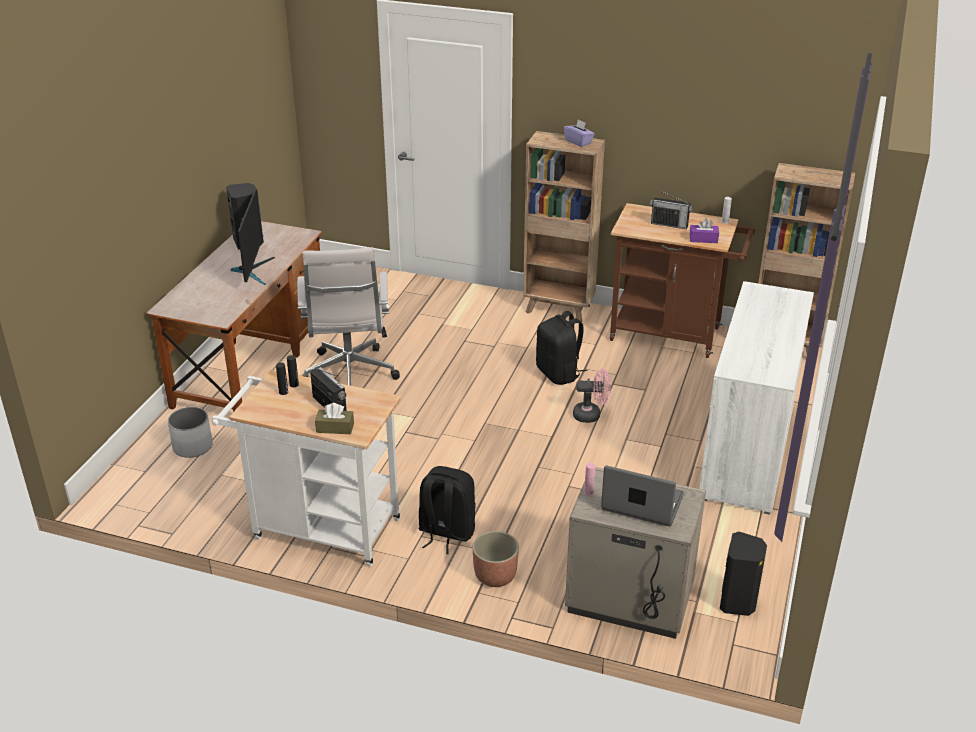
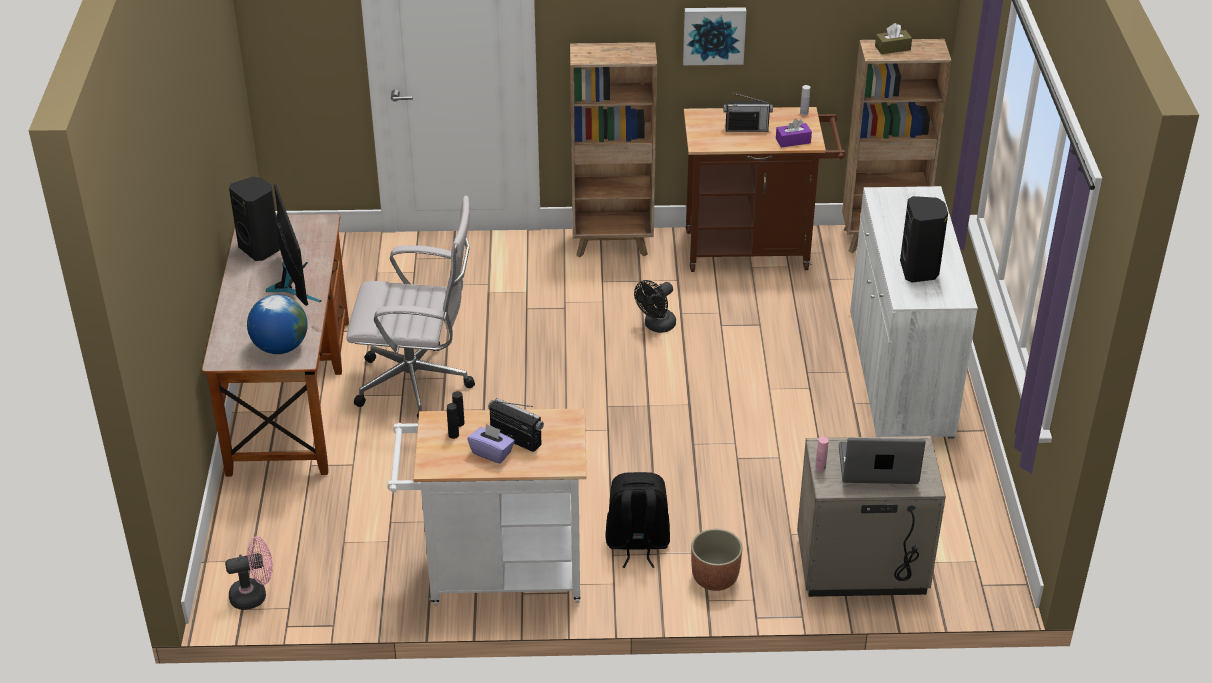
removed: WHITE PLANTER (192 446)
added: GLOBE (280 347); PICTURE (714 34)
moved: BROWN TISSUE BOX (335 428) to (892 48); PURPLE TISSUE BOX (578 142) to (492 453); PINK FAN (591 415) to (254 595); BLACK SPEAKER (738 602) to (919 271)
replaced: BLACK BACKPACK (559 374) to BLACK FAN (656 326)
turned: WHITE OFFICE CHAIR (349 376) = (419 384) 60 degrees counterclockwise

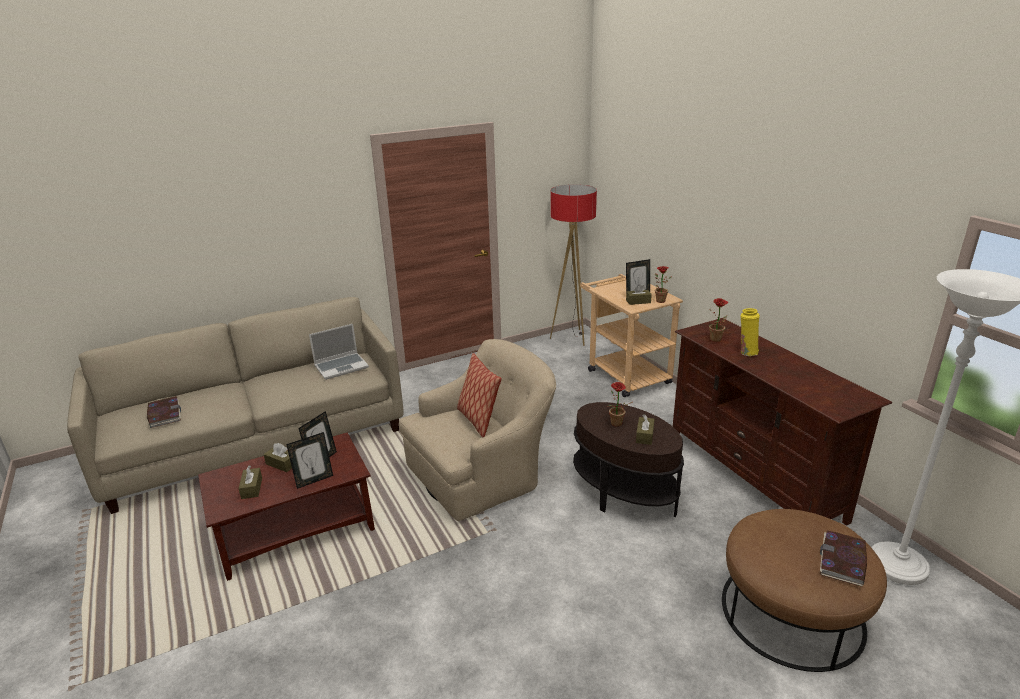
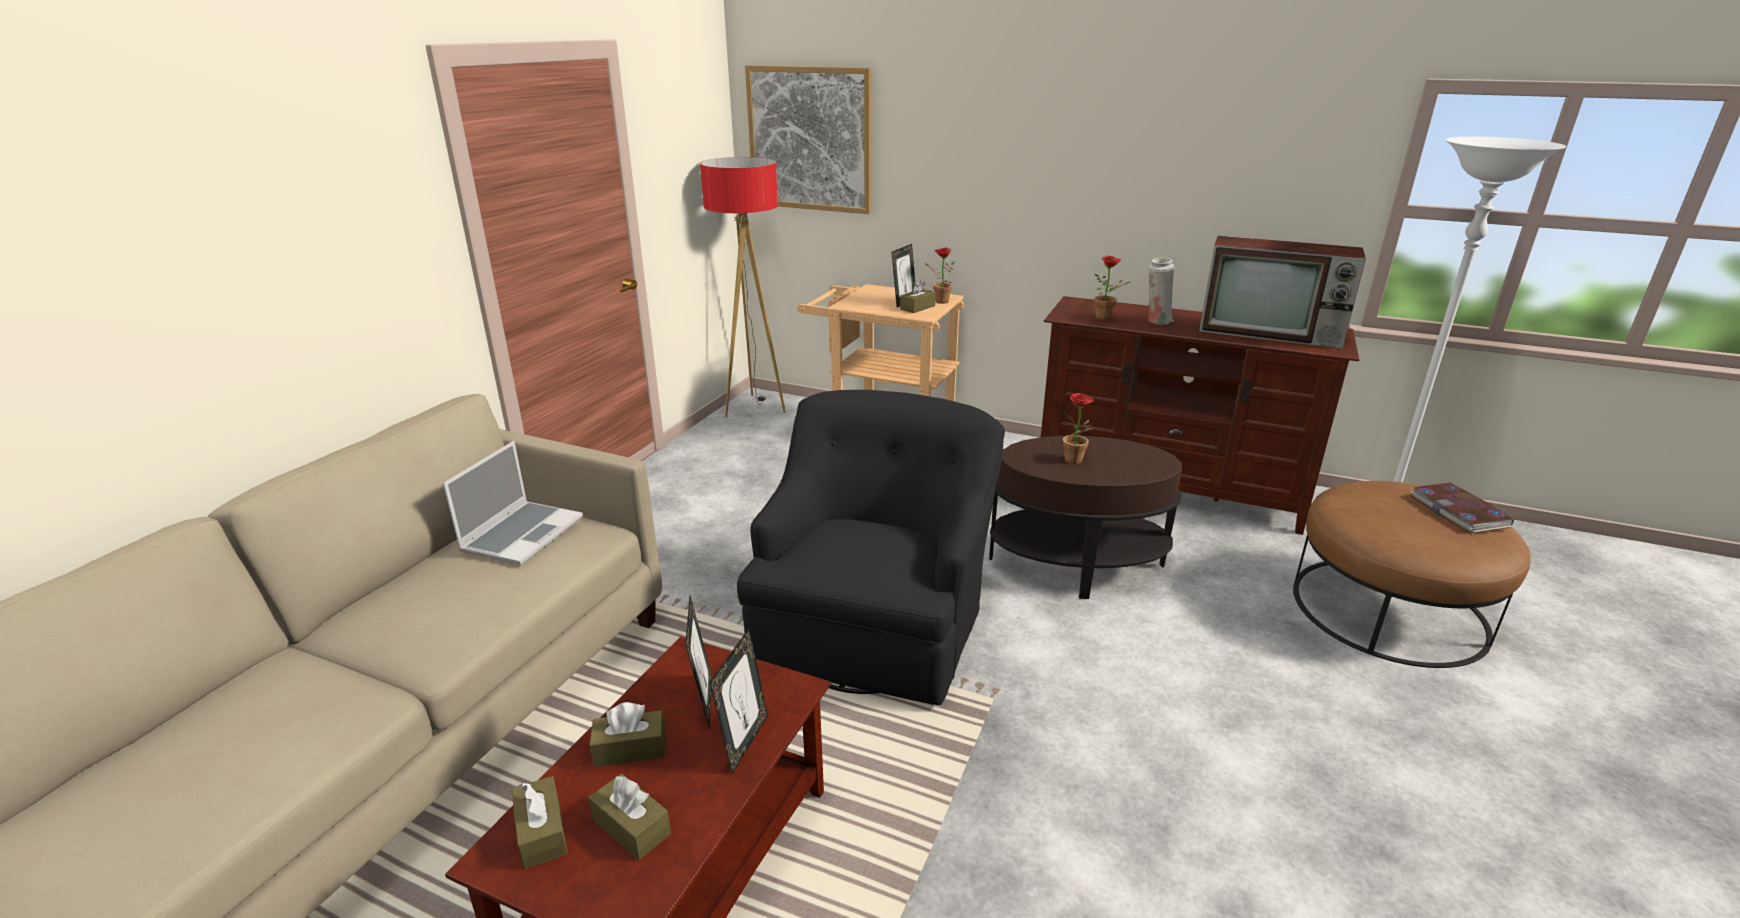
removed: BOOK (164 414); PILLOW (478 420)
added: PICTURE (810 139); TELEVISION (1272 333)
moved: BROWN TISSUE BOX (644 436) to (542 832)
recoloured: BEIGE ARMCHAIR (482 473) to BLACK ARMCHAIR (874 624); YELLOW VASE (747 352) to WHITE VASE (1156 321)

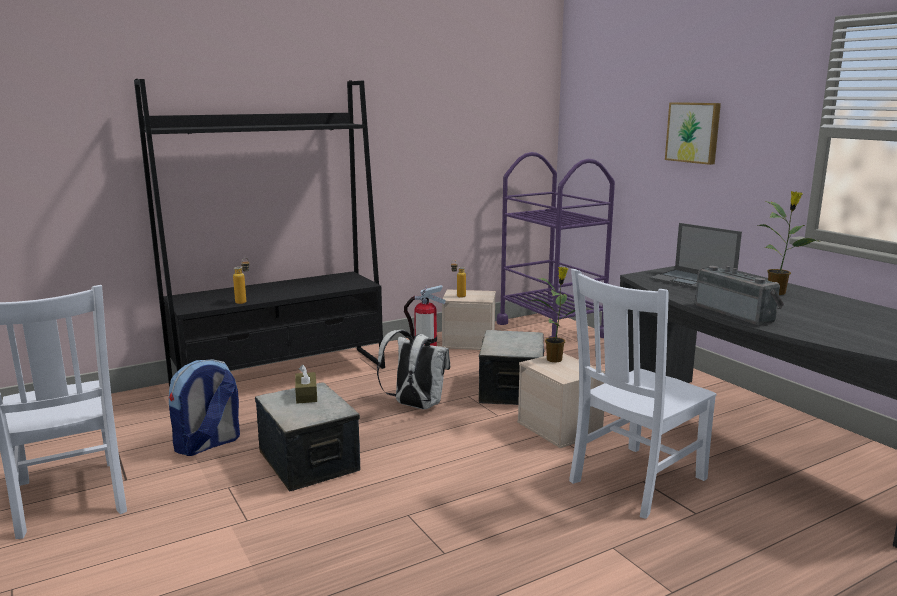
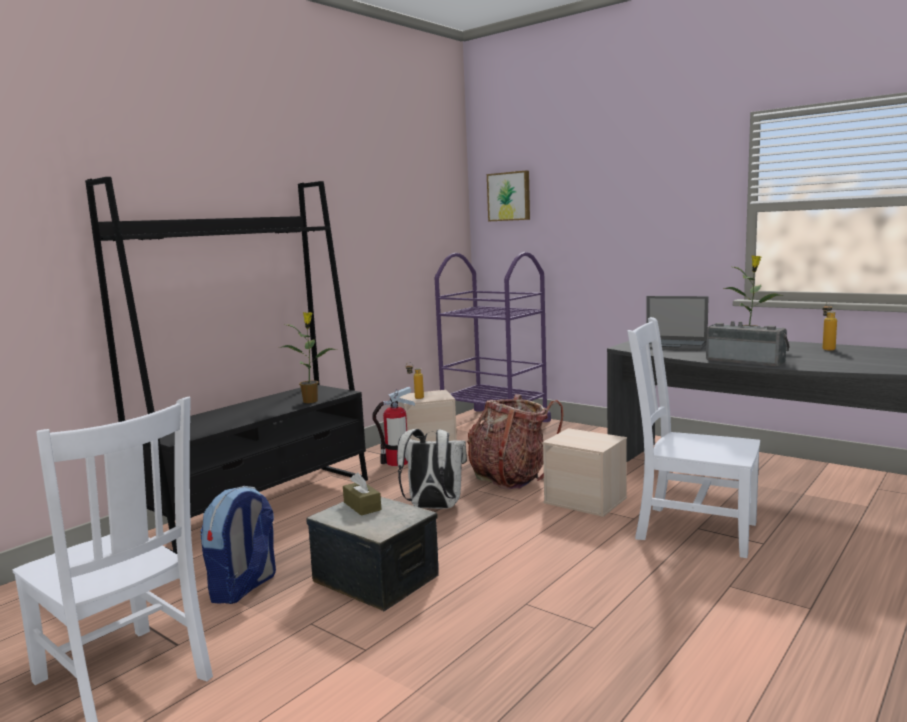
moved: BOTTLE (244 301) to (827 348); POTTED PLANT (555 359) to (311 401); PICTURE (694 132) to (509 196)
replaced: STORAGE BOX (512 390) to BACKPACK (511 477)
turned: WHITE CHAIR (634 481) = (691 530) 90 degrees clockwise

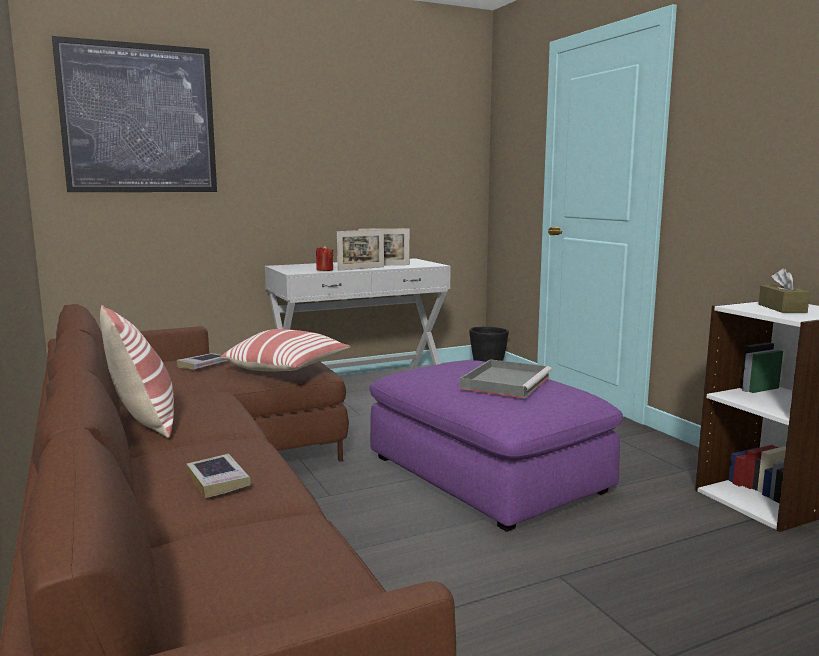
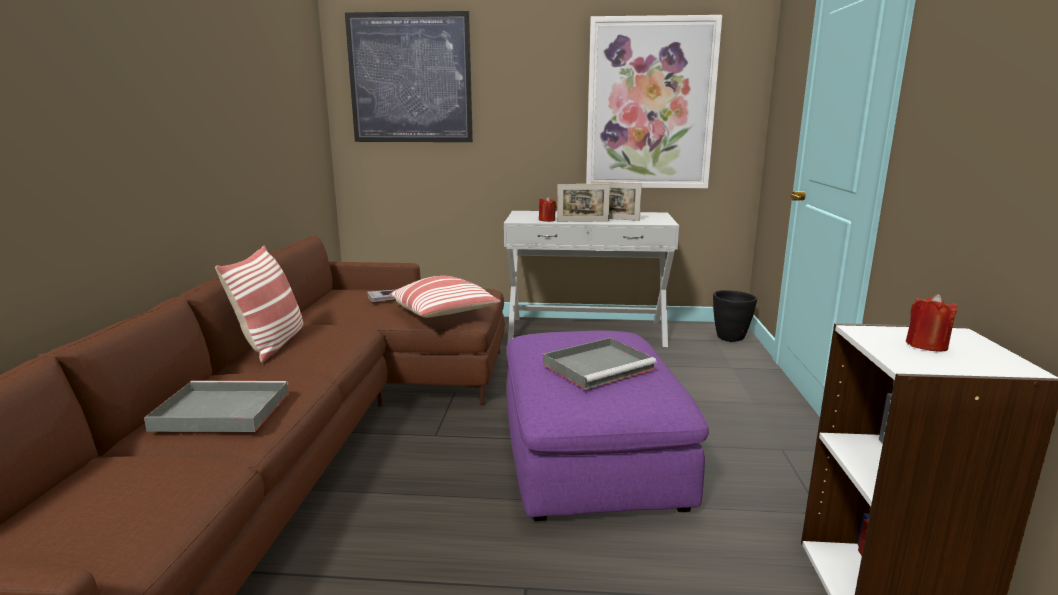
added: PICTURE (650 105)
replaced: BOOK (218 480) to GREY TRAY (219 411); BROWN TISSUE BOX (782 308) to RED CANDLE (926 345)

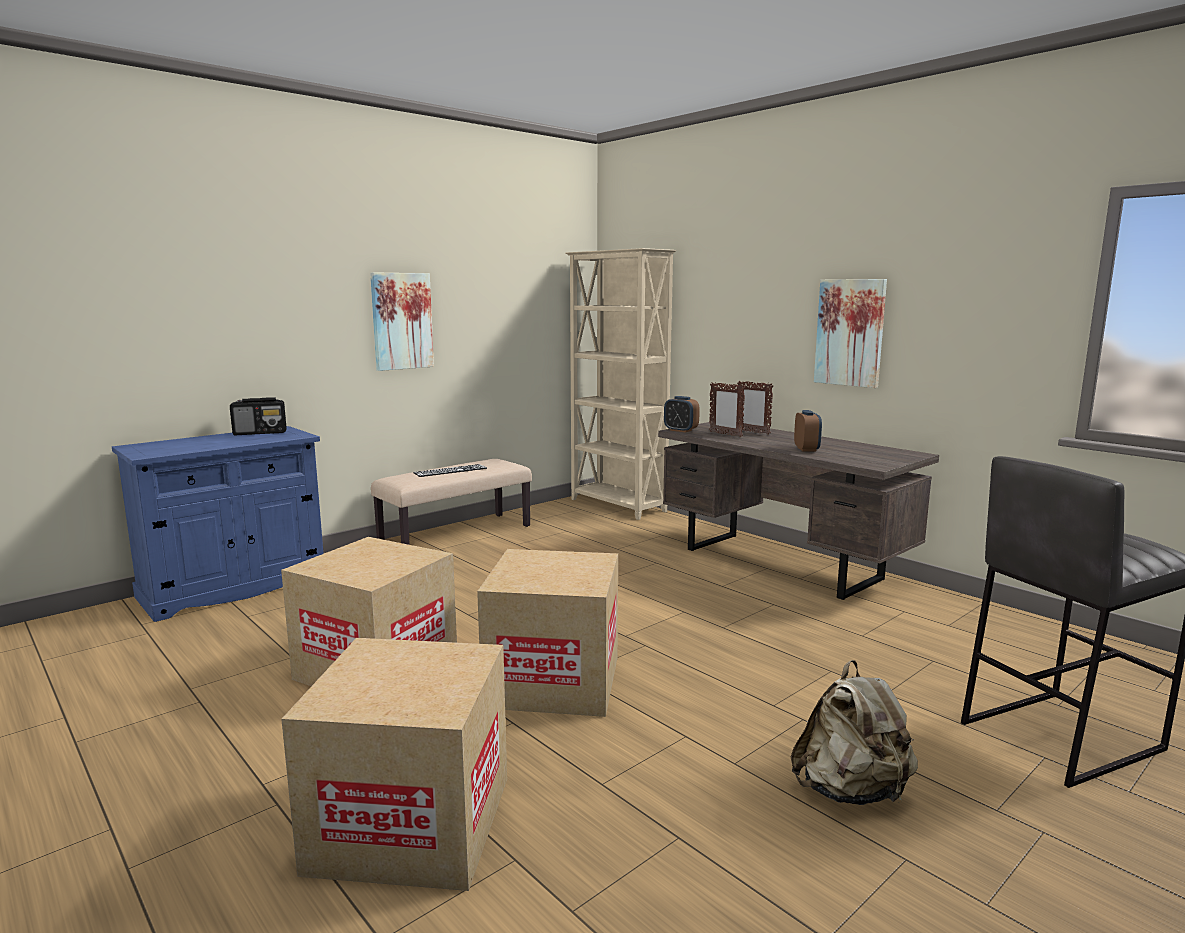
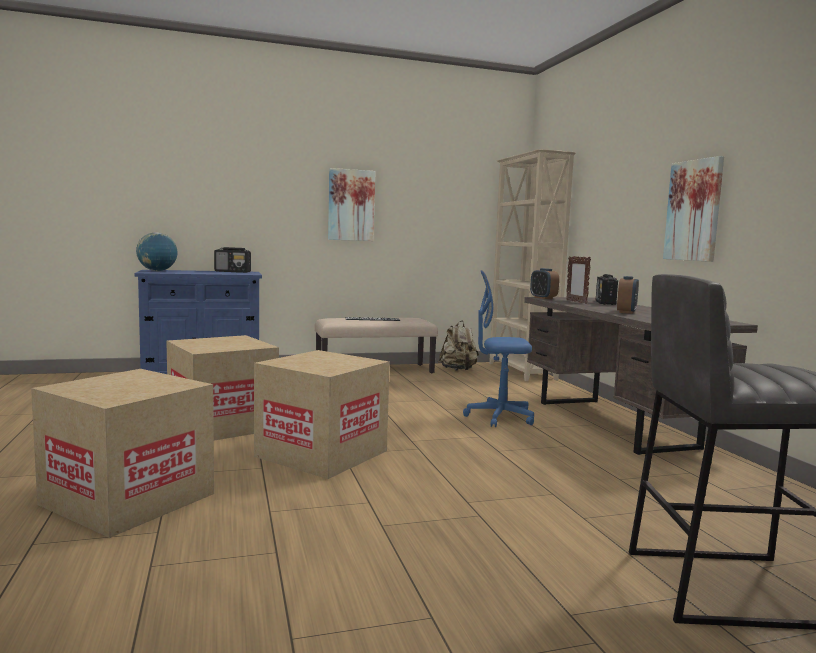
added: GLOBE (157 271); BLUE OFFICE CHAIR (499 417)
moved: BEIGE BACKPACK (851 791) to (458 370)
replaced: PICTURE FRAME (752 432) to RADIO (605 303)

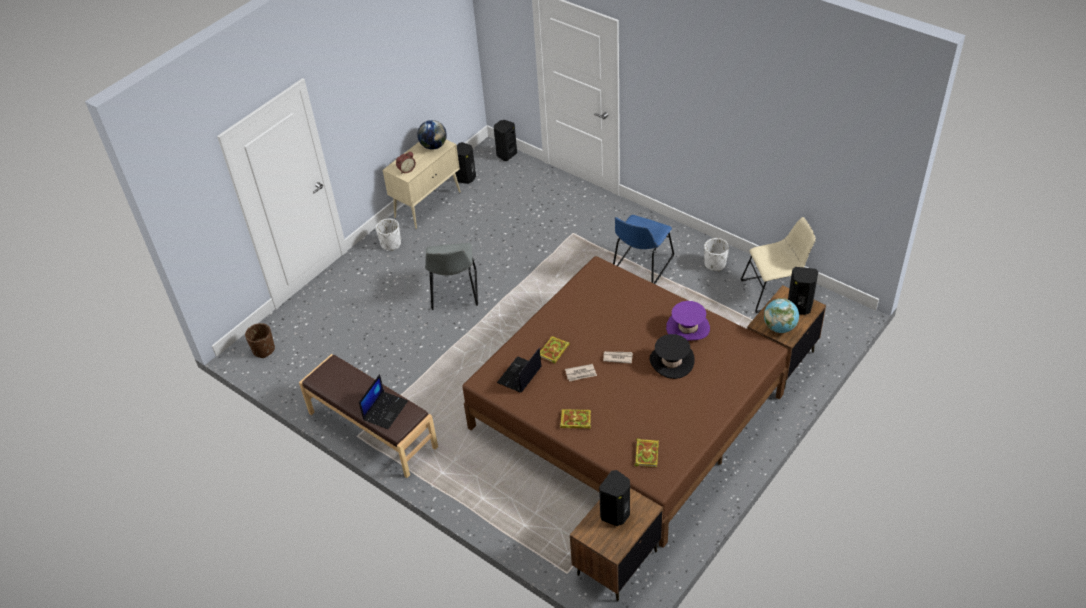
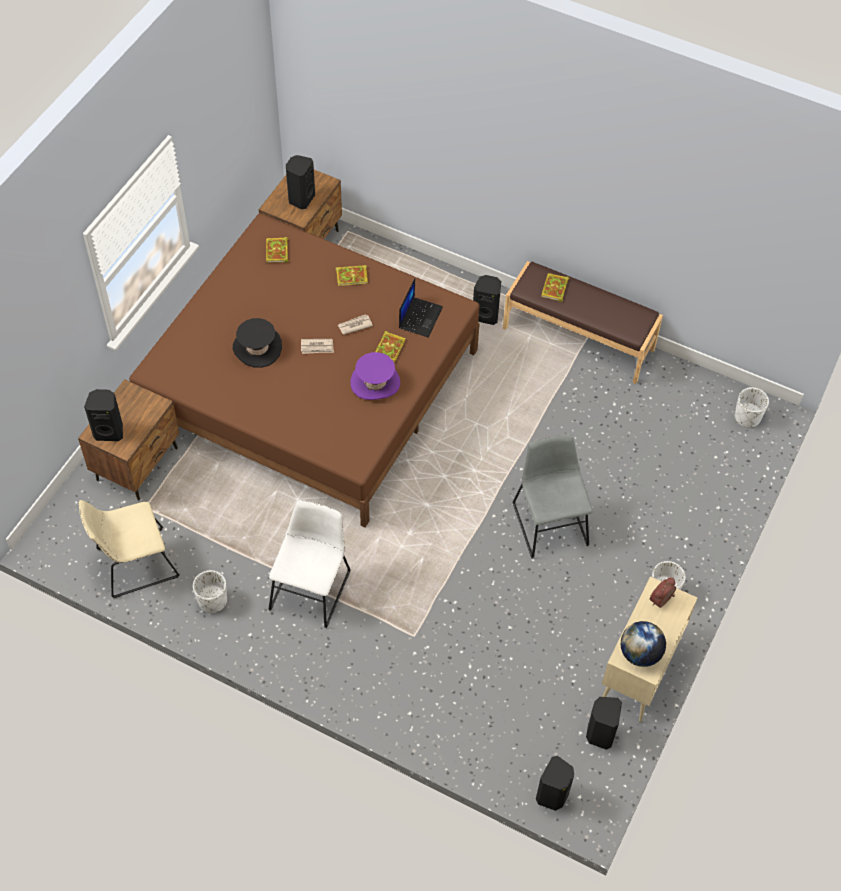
removed: GLOBE (779 327)
added: BLACK SPEAKER (486 315)
moved: PURPLE HAT (688 327) to (375 382)
replaced: LAPTOP (385 410) to BOOK (555 289)
recoloured: BROWN PLANTER (264 350) to WHITE PLANTER (747 417); BLUE CHAIR (641 266) to WHITE CHAIR (311 587)

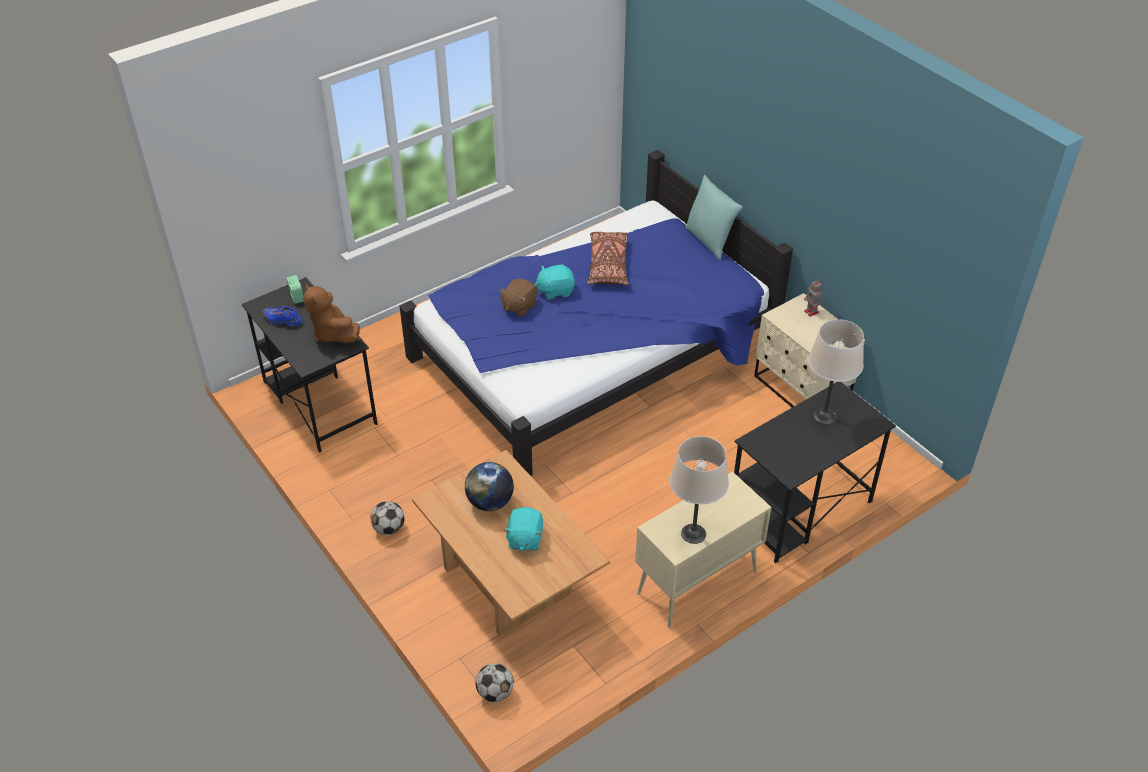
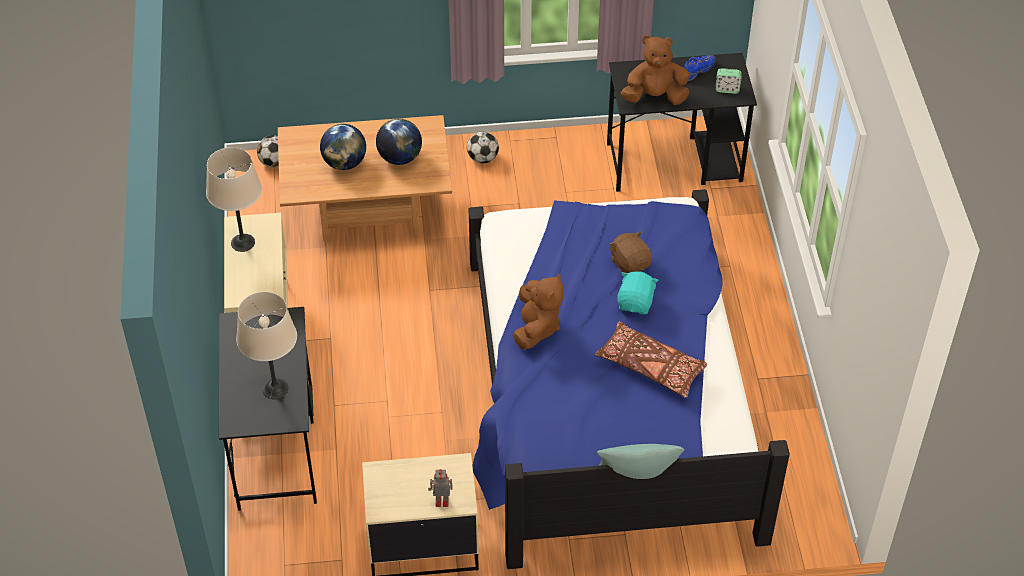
added: BROWN PLUSH TOY (536 327)
replaced: TURQUOISE PLUSH TOY (524 539) to GLOBE (344 163)

